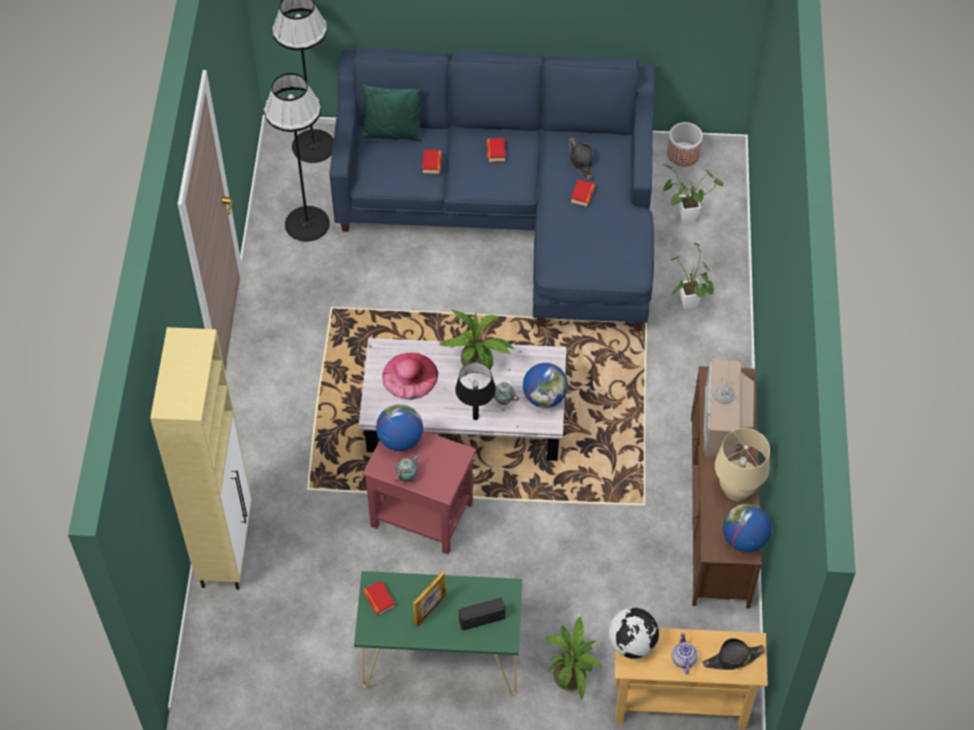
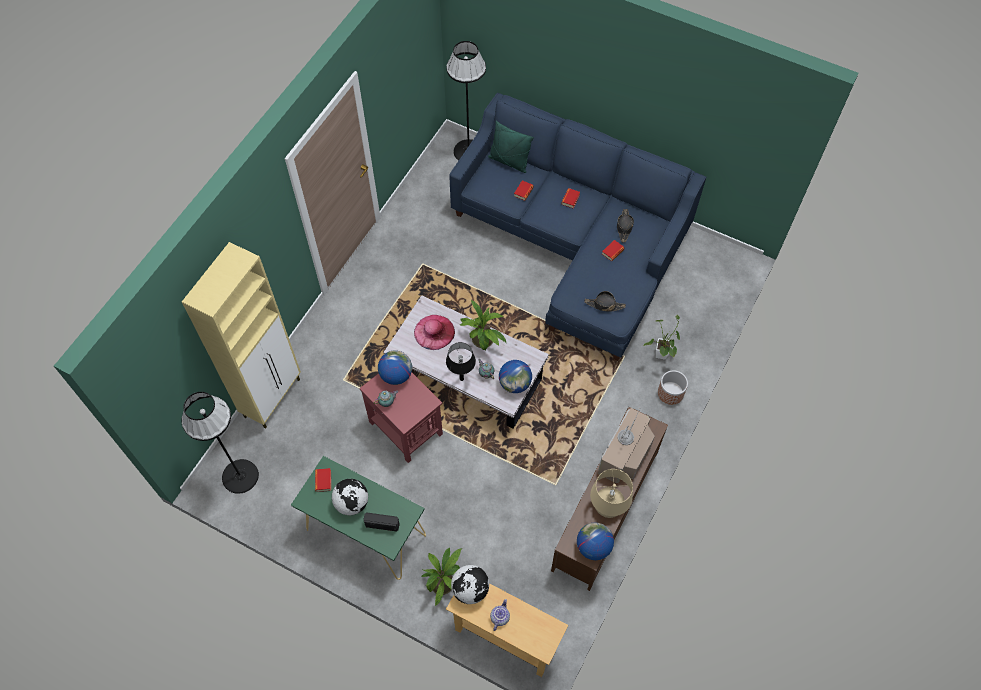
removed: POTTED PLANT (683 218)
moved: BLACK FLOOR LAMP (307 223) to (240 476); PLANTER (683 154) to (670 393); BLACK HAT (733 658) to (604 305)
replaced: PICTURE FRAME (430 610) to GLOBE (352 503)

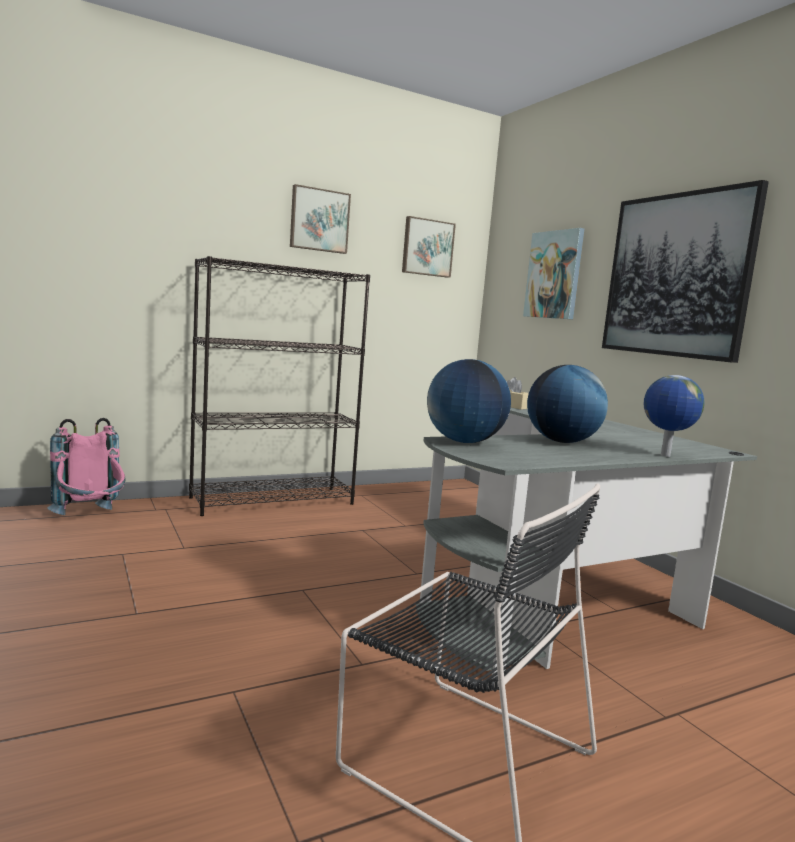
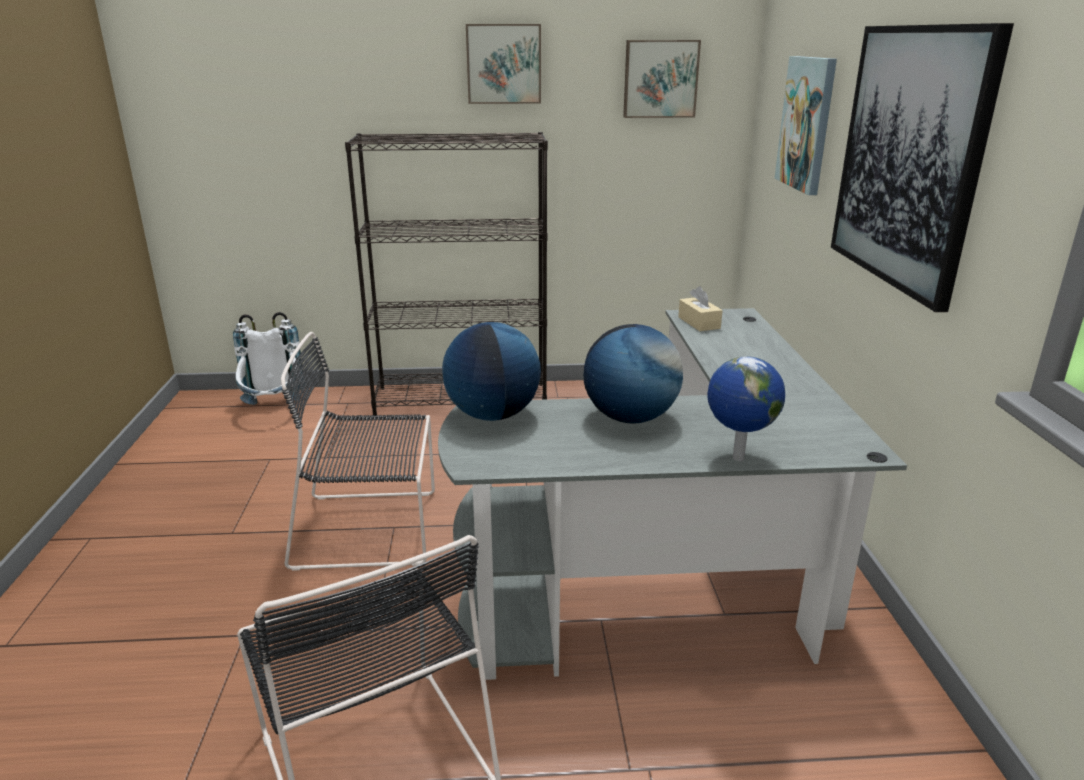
added: BLACK CHAIR (372 528)
recoloured: PINK BACKPACK (90 518) to WHITE BACKPACK (274 410)

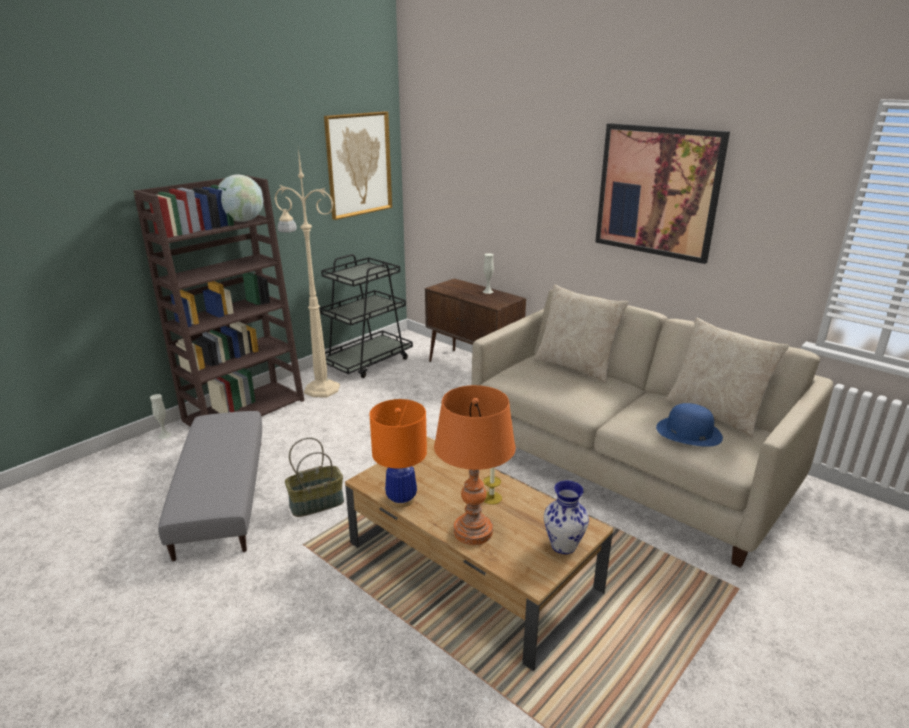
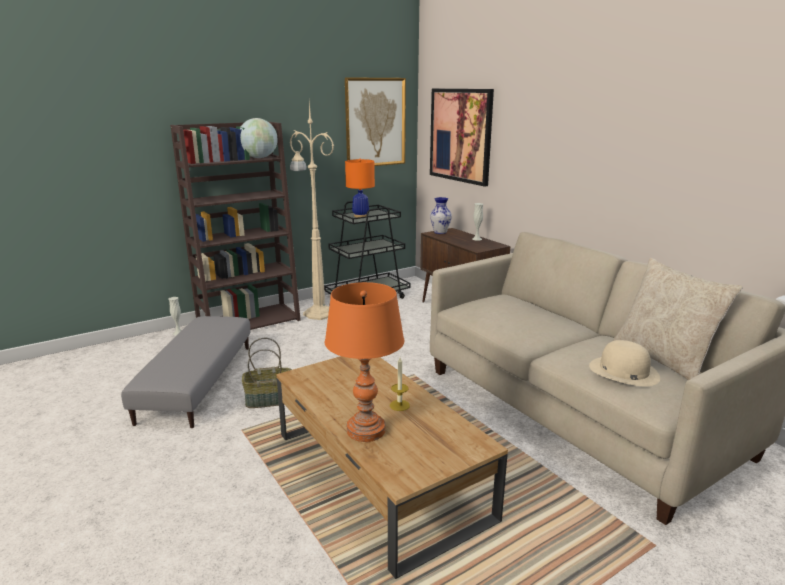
removed: BEIGE PILLOW (575 366)
moved: ORANGE TABLE LAMP (401 499) to (360 216); VASE (563 546) to (440 232); PICTURE (657 191) to (460 135)
recoloured: BLUE HAT (688 432) to BEIGE HAT (623 371)

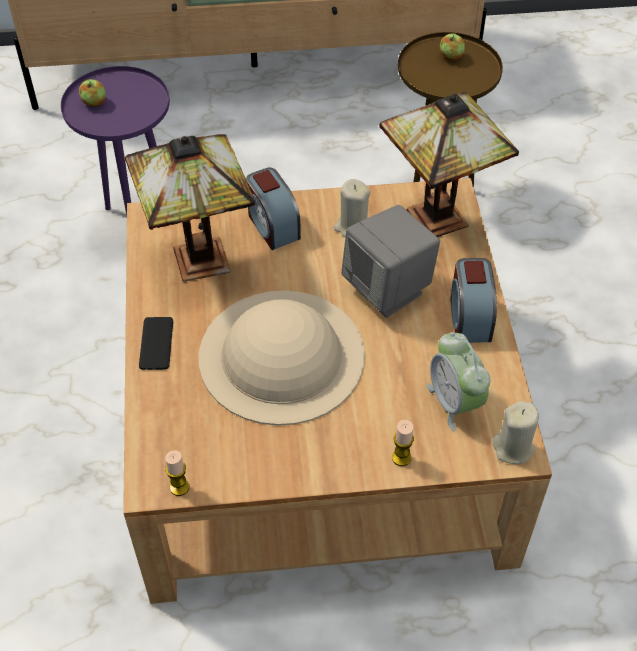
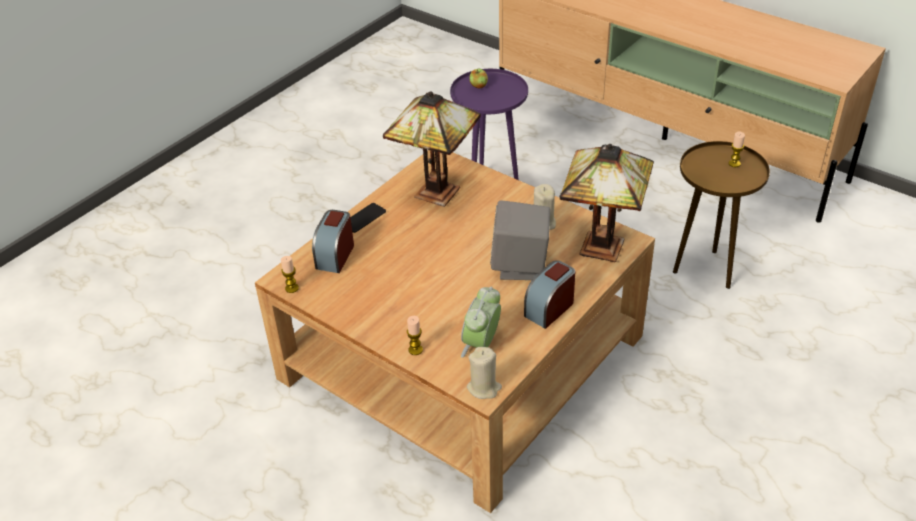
removed: BEIGE HAT (281 355)
moved: ALARM CLOCK (272 225) to (335 255)
replaced: APPLE (451 56) to CANDLE (734 163)

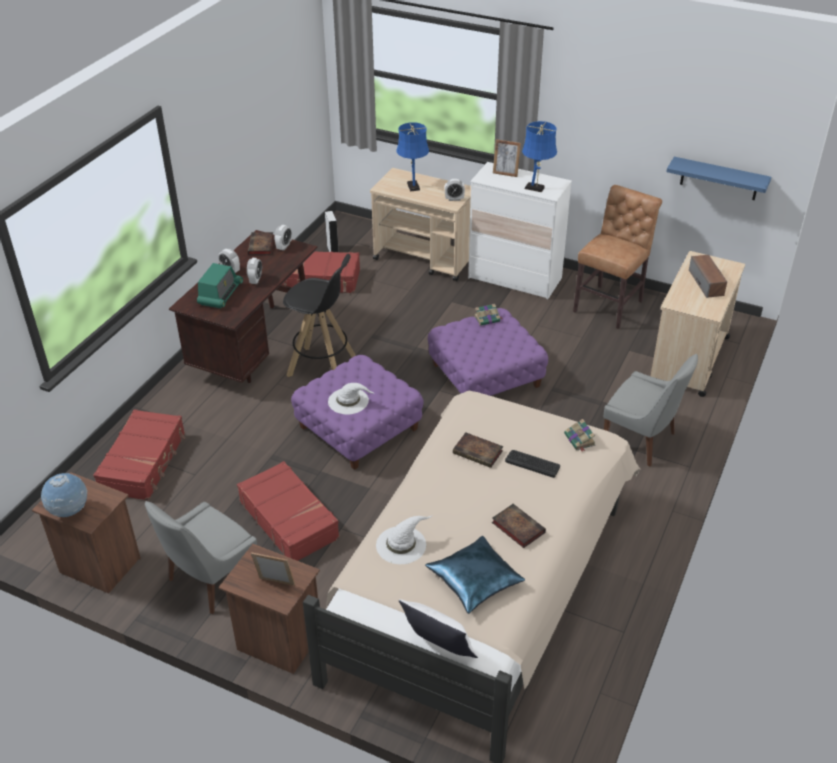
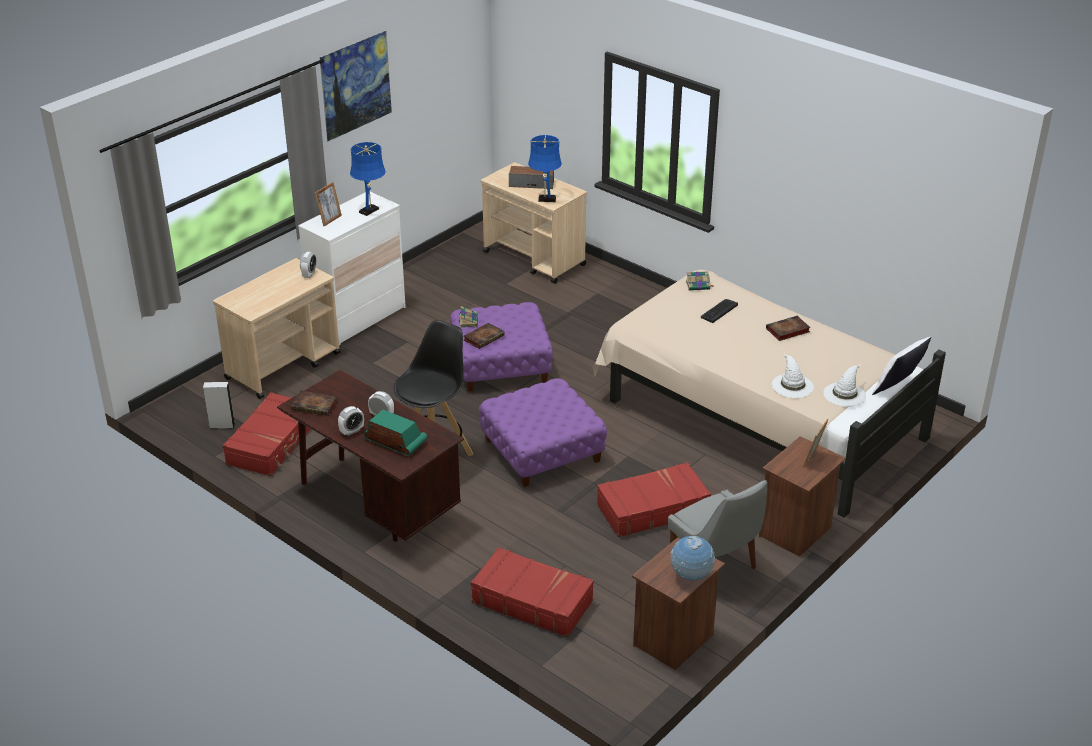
removed: ALARM CLOCK (284 246); BLUE PILLOW (475 580); BROWN CHAIR (610 305); GREY CHAIR (641 441); BLUE SHELF (719 179)
added: PICTURE (358 106)
moved: WHITE HAT (349 401) to (844 394); BLUE TABLE LAMP (413 185) to (545 199); BOOK (479 452) to (484 337)

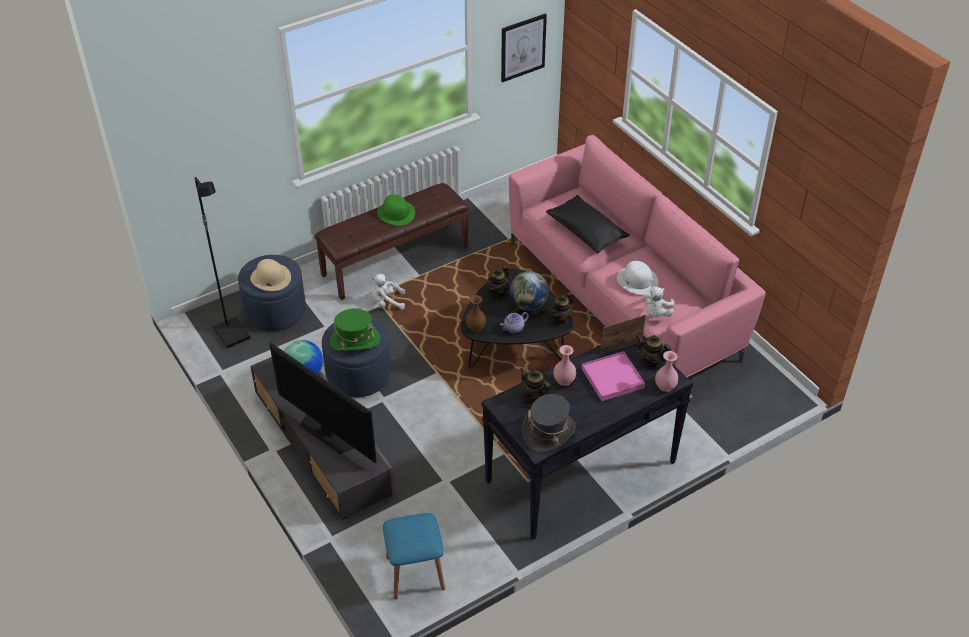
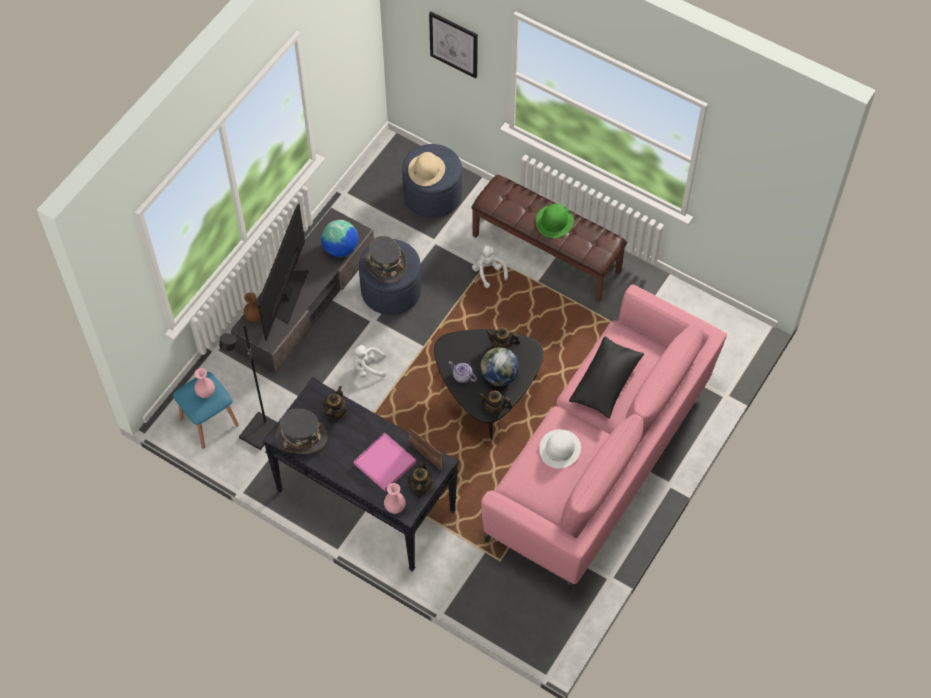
moved: BLACK FLOOR LAMP (233 334) to (260 433); BROWN VASE (475 328) to (254 317); PICTURE (523 47) to (454 44); PINK VASE (564 380) to (206 392); WHITE PLUSH TOY (656 313) to (368 368)
recoloured: GREEN HAT (355 340) to GREY HAT (385 265)

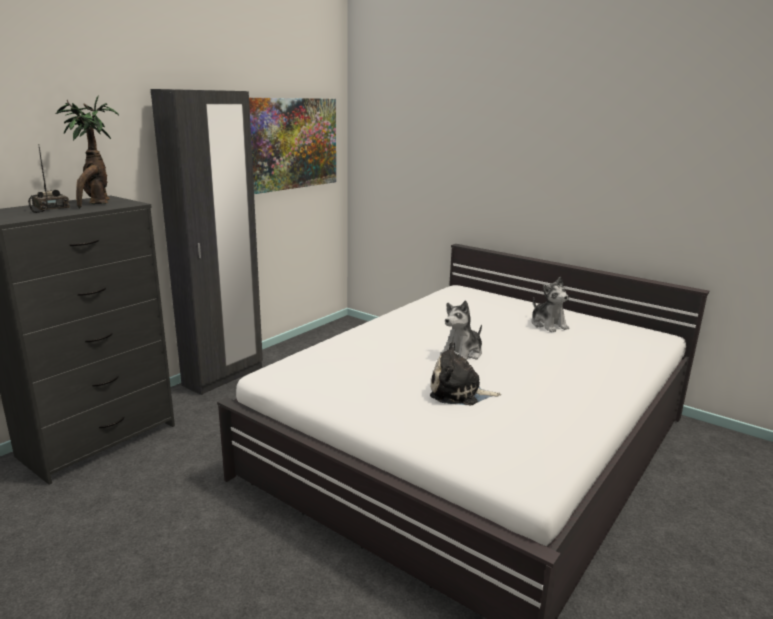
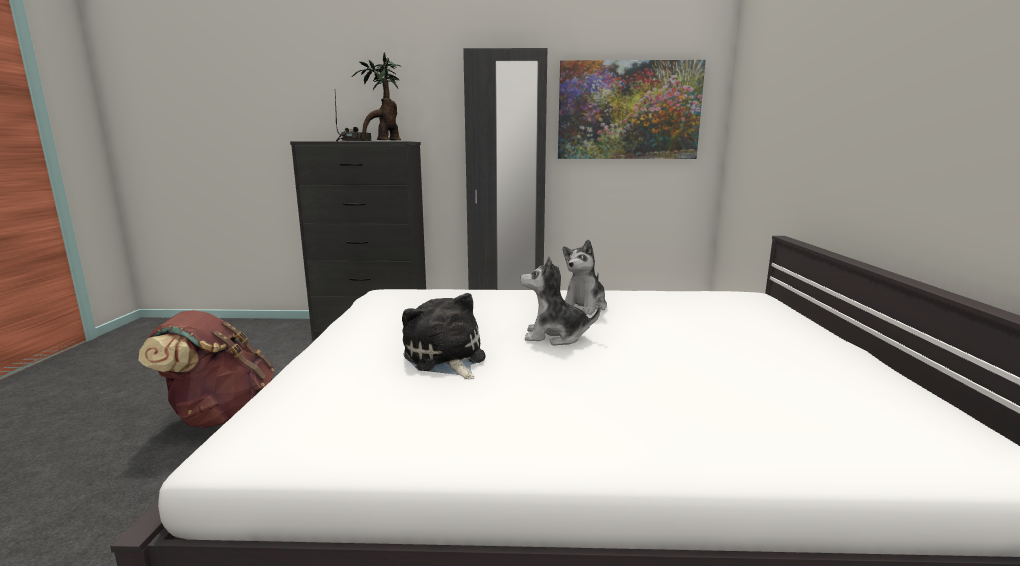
added: BROWN BACKPACK (220 416)
moved: PLUSH TOY (548 325) to (584 306)

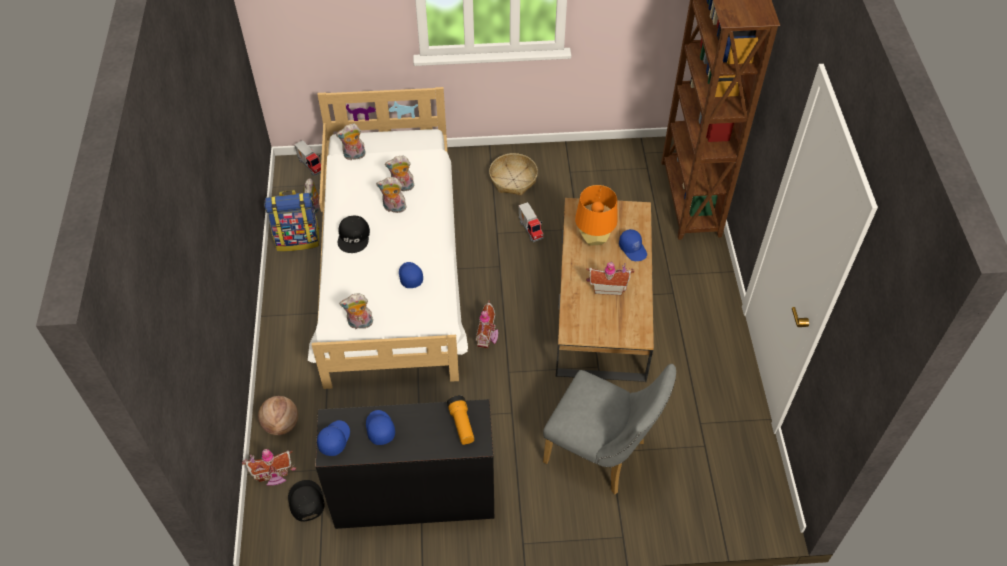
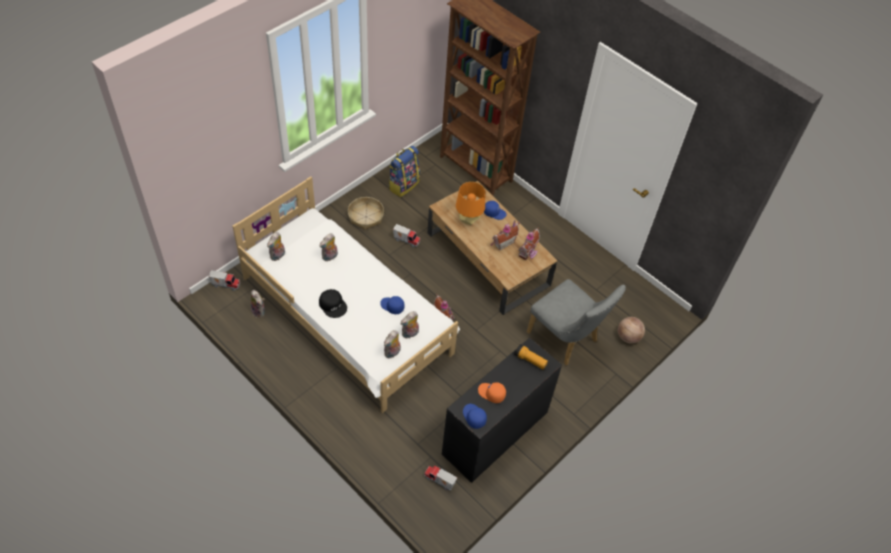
moved: TOY HOUSE (274 475) to (528 253); BASKETBALL (281 424) to (628 337); BACKPACK (298 239) to (403 185); PLUSH TOY (393 208) to (410 334)
replaced: BLACK CAP (305 501) to TOY TRUCK (439 481)
recoloured: BLUE CAP (379 429) to ORANGE CAP (491 393)
turned: GREY CHAIR (601 454) = (566 339) 60 degrees clockwise

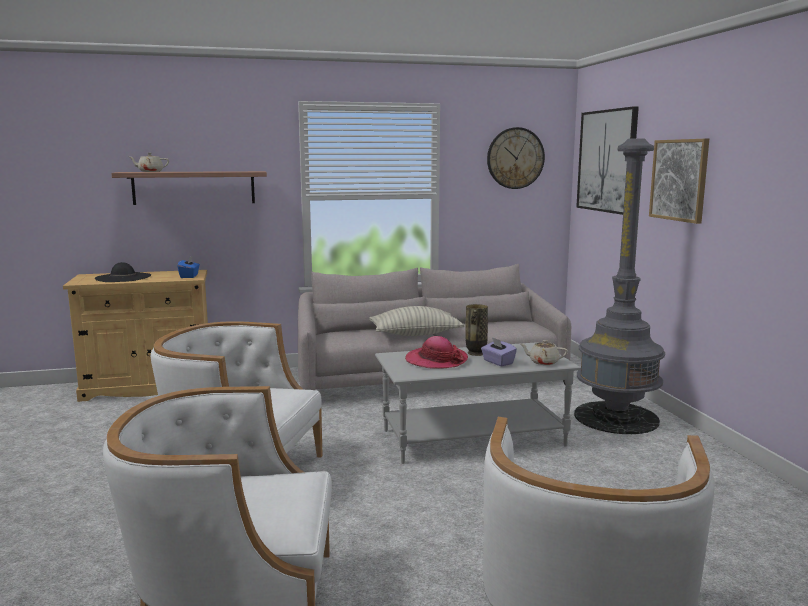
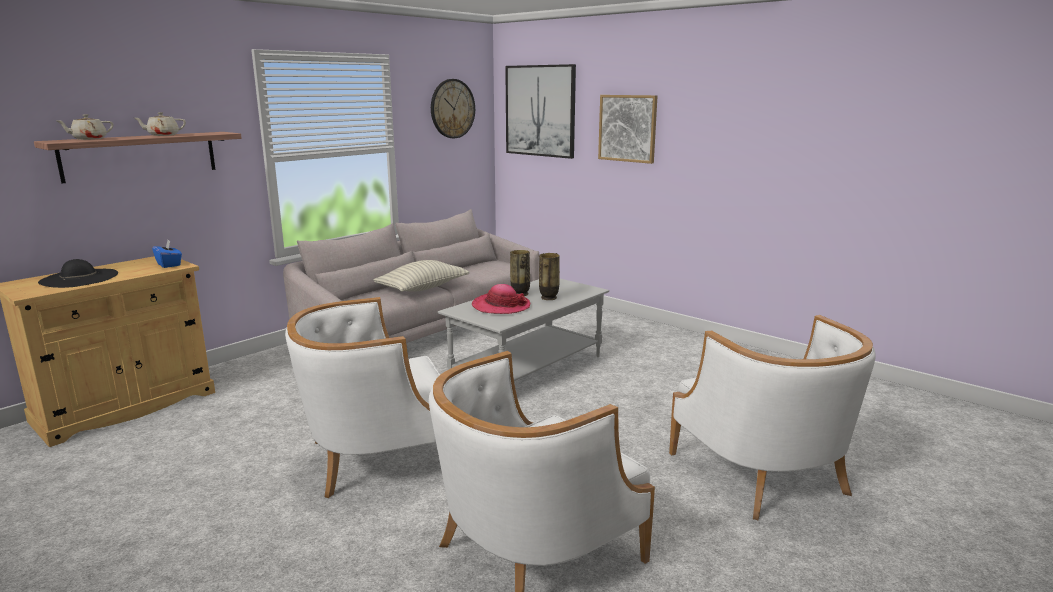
removed: GREY FLOOR LAMP (616 417)
moved: BEIGE TEAPOT (543 362) to (162 135)
replaced: PURPLE TISSUE BOX (498 362) to VASE (549 298)

